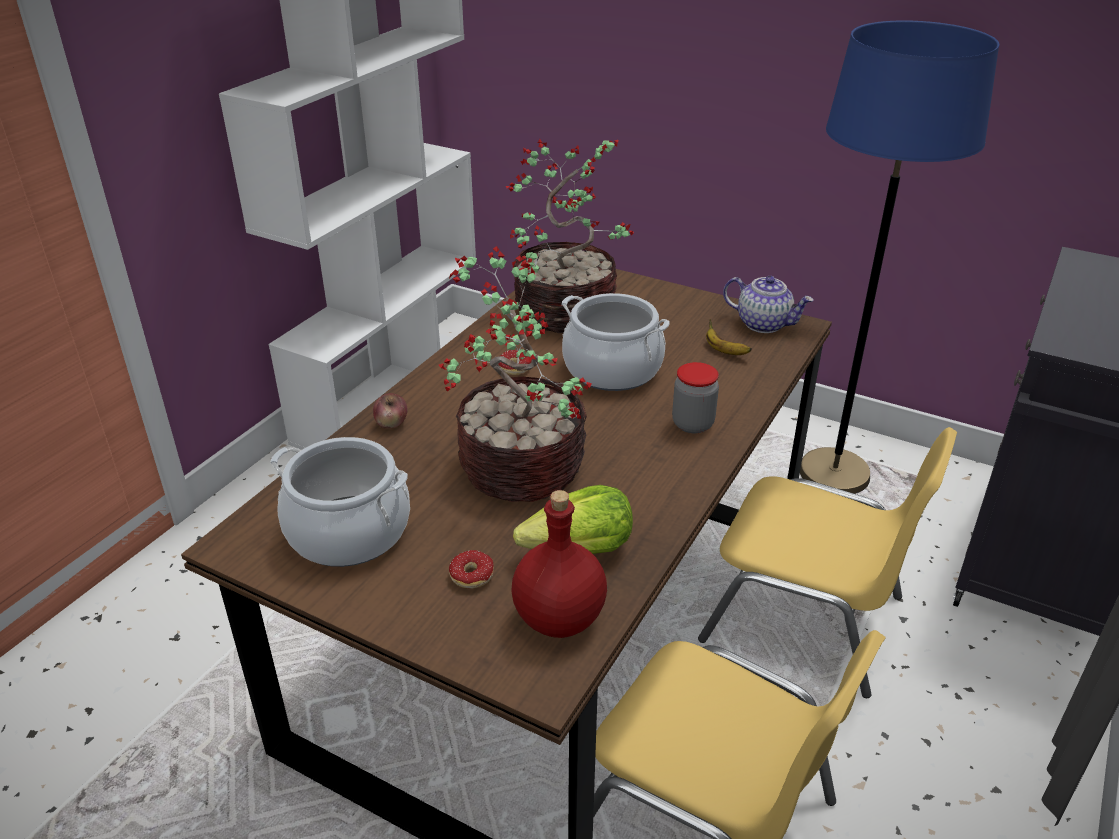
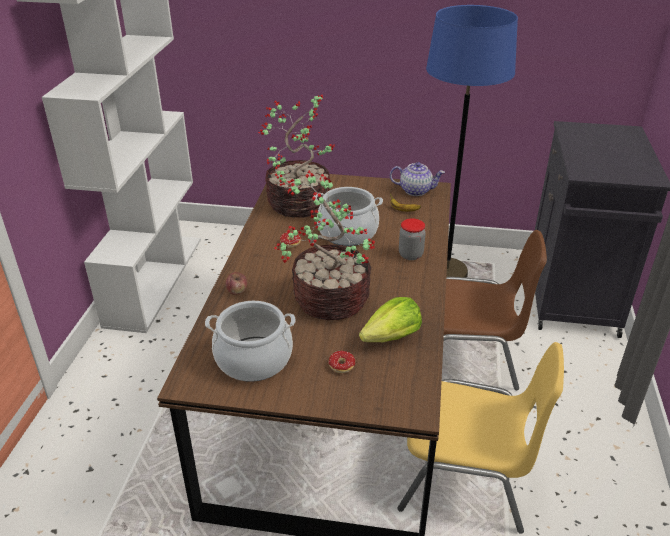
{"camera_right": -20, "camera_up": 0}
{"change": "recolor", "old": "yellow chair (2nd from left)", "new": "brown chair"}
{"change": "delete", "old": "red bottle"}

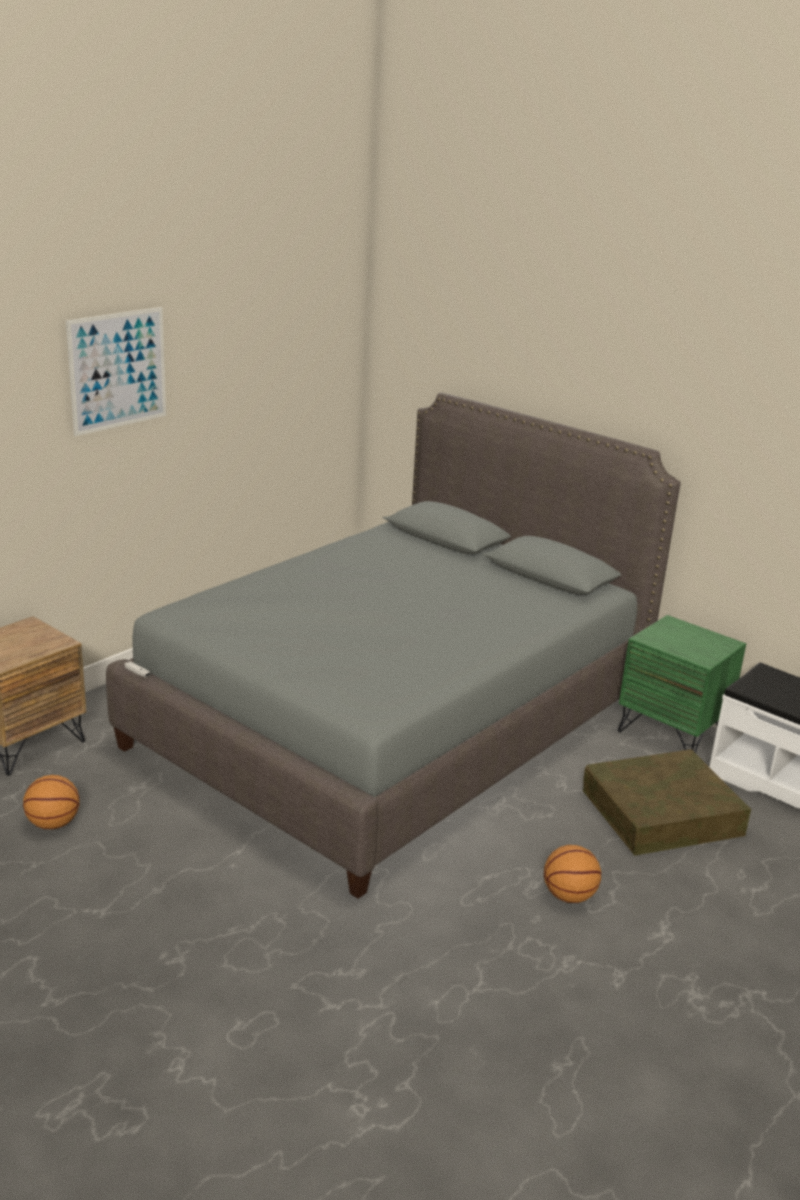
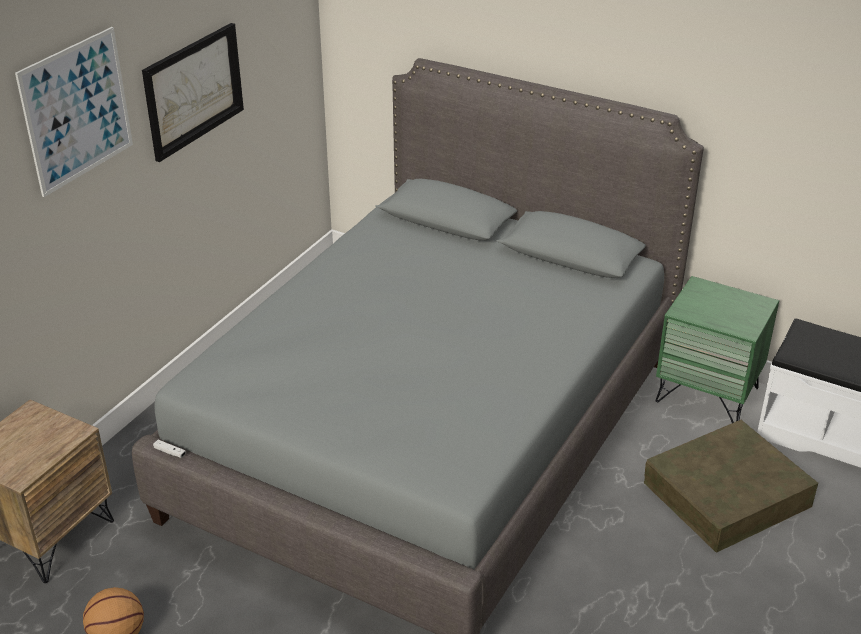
{"camera_right": -10, "camera_up": 10}
{"change": "insert", "new": "picture (2nd from left)"}
{"change": "delete", "old": "basketball (2nd from left)"}

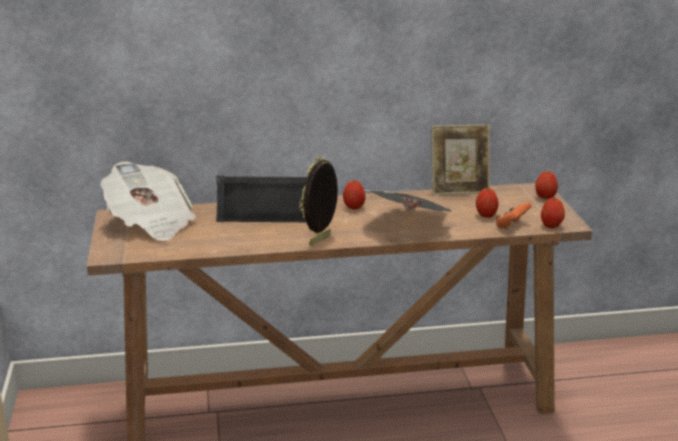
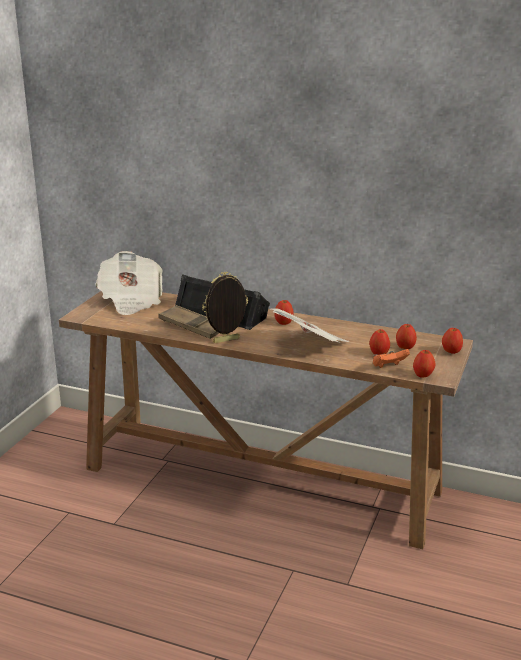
{"camera_right": 30, "camera_up": 0}
{"change": "insert", "new": "brown tray"}
{"change": "insert", "new": "apple (3rd from left)"}
{"change": "delete", "old": "picture frame (2nd from left)"}

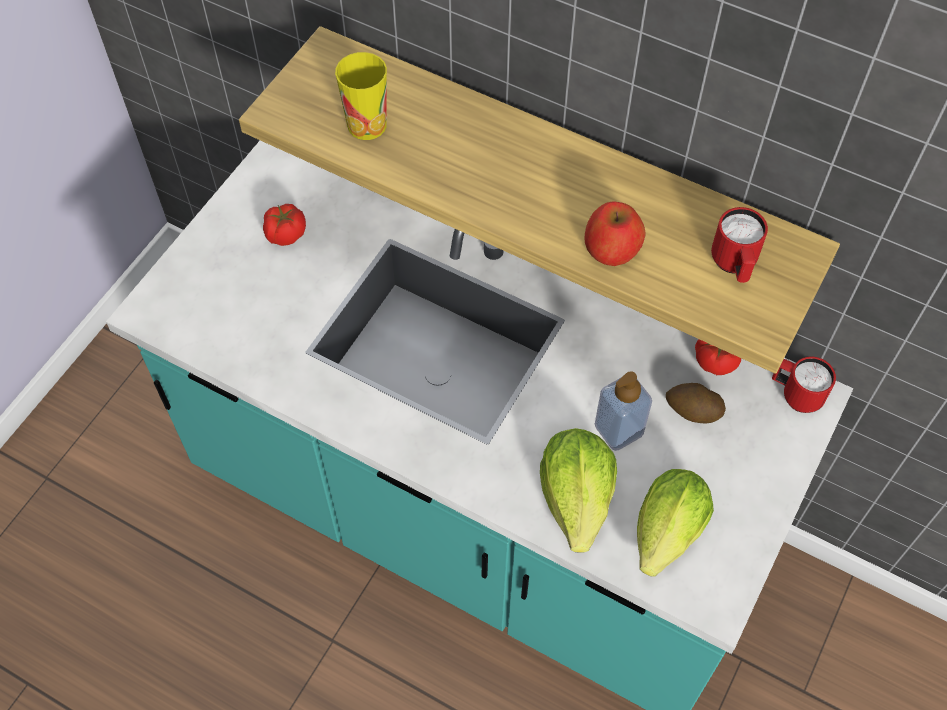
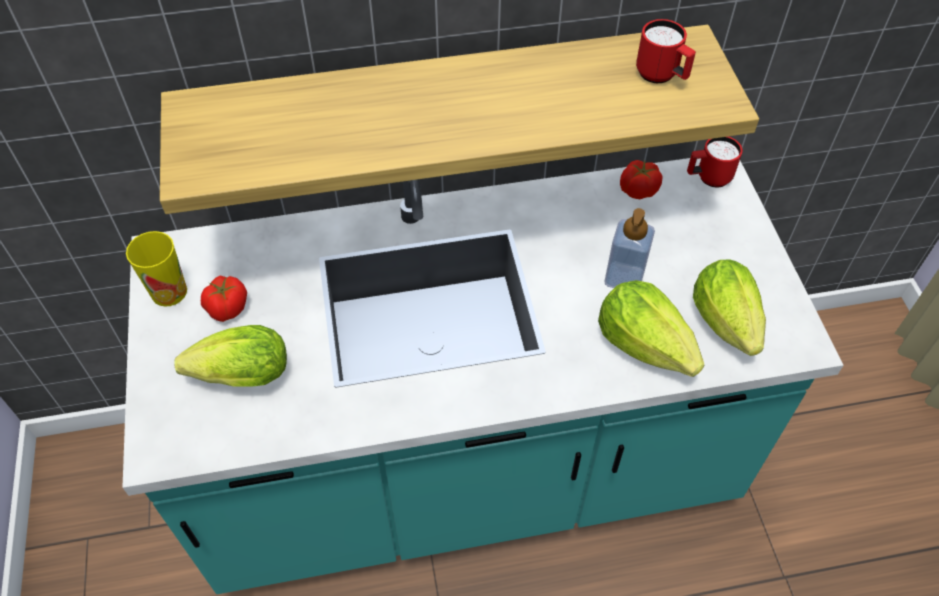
{"camera_right": -40, "camera_up": -5}
{"change": "move", "old": "cup"}
{"change": "insert", "new": "lettuce (1st from left)"}
{"change": "delete", "old": "apple"}
{"change": "delete", "old": "potato"}

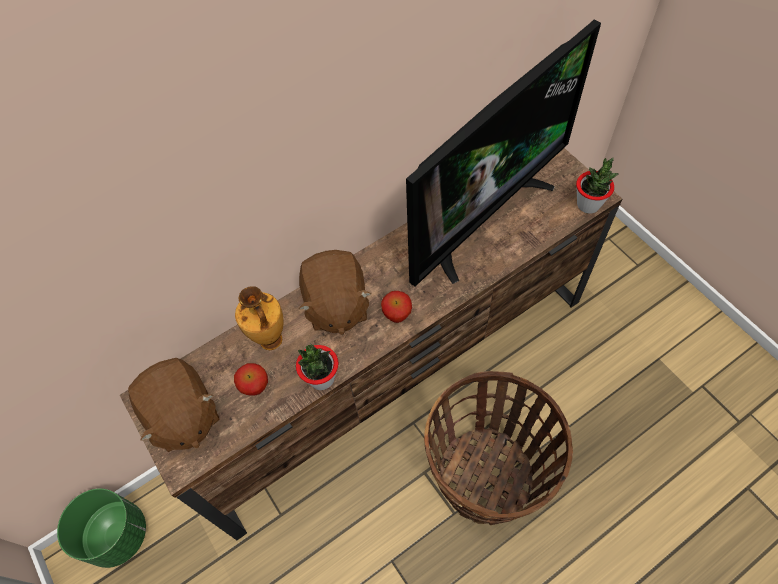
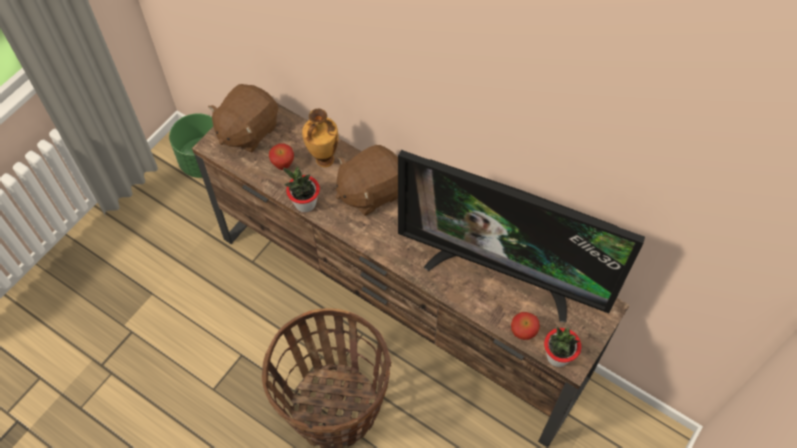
{"camera_right": 65, "camera_up": 0}
{"change": "move", "old": "apple (2nd from left)"}

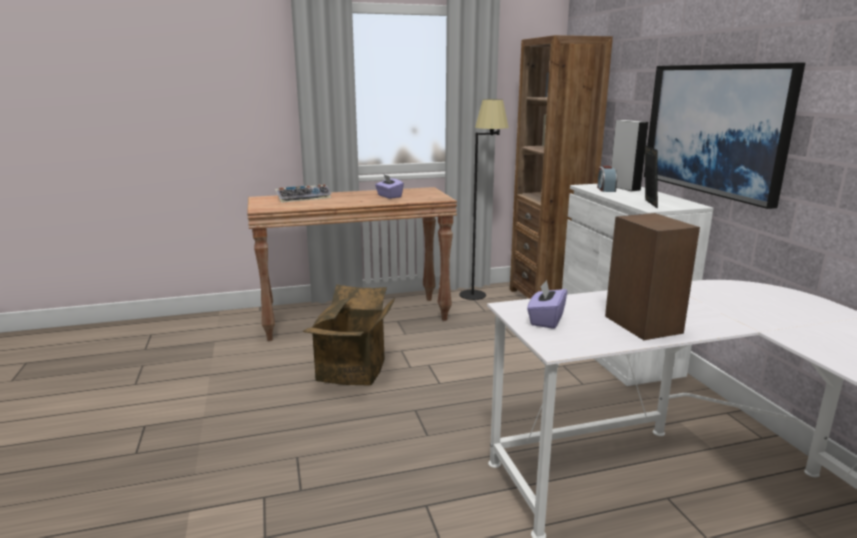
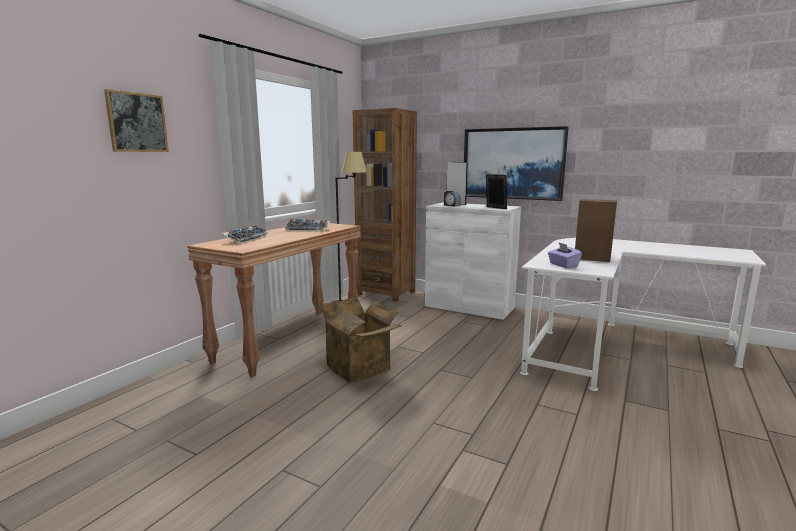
{"camera_right": -45, "camera_up": -5}
{"change": "insert", "new": "picture (1st from left)"}
{"change": "replace", "old": "purple tissue box (1st from left)", "new": "keyboard (2nd from left)"}

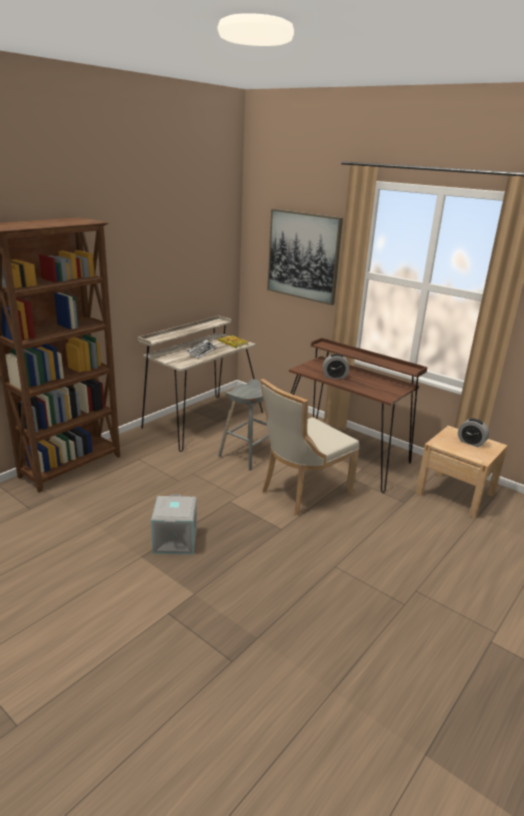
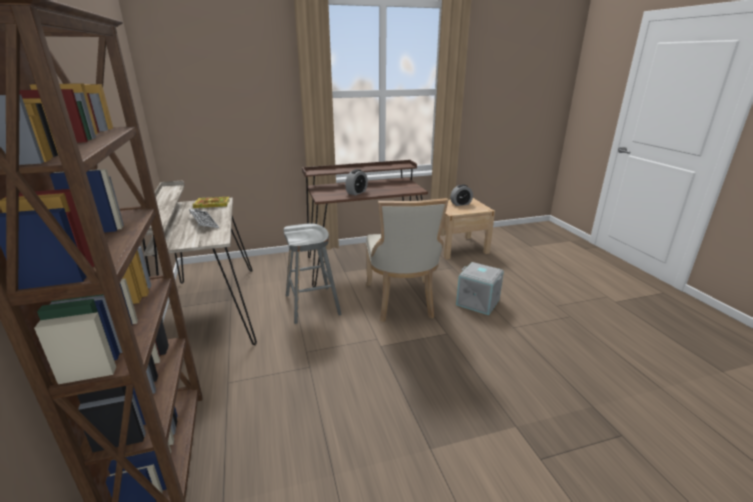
{"camera_right": -55, "camera_up": 0}
{"change": "move", "old": "grey storage box"}
{"change": "delete", "old": "picture"}

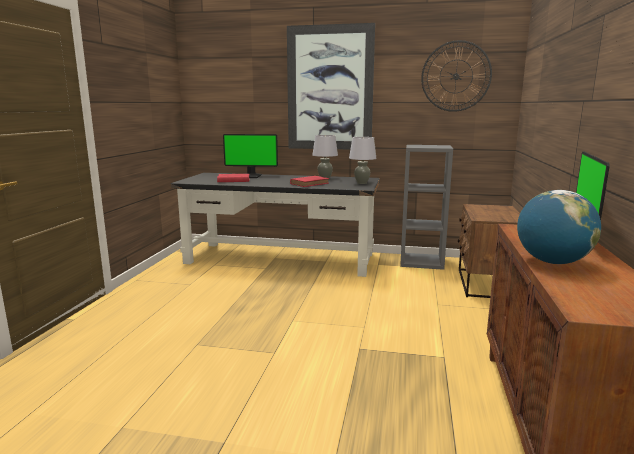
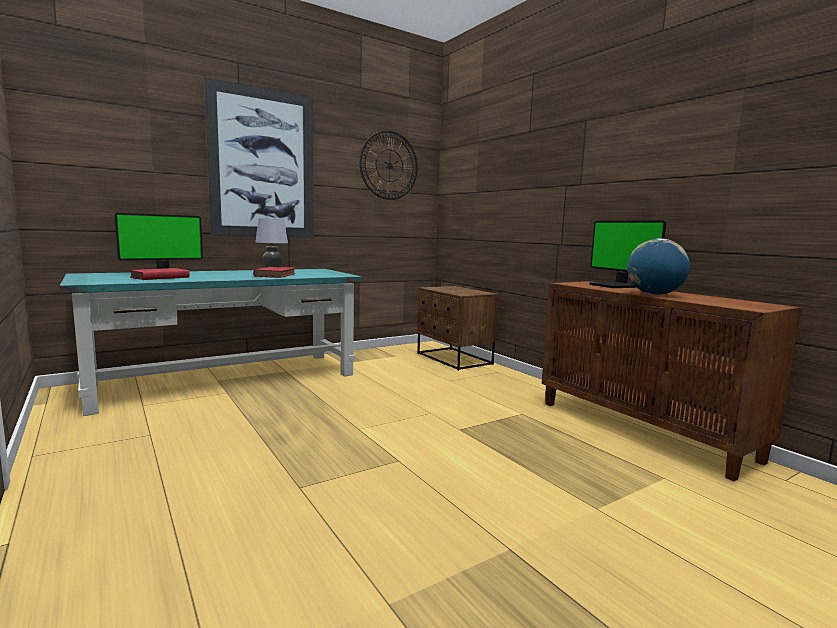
{"camera_right": -45, "camera_up": -5}
{"change": "recolor", "old": "black desk", "new": "turquoise desk"}
{"change": "delete", "old": "grey table lamp (2nd from left)"}
{"change": "delete", "old": "grey bookcase"}

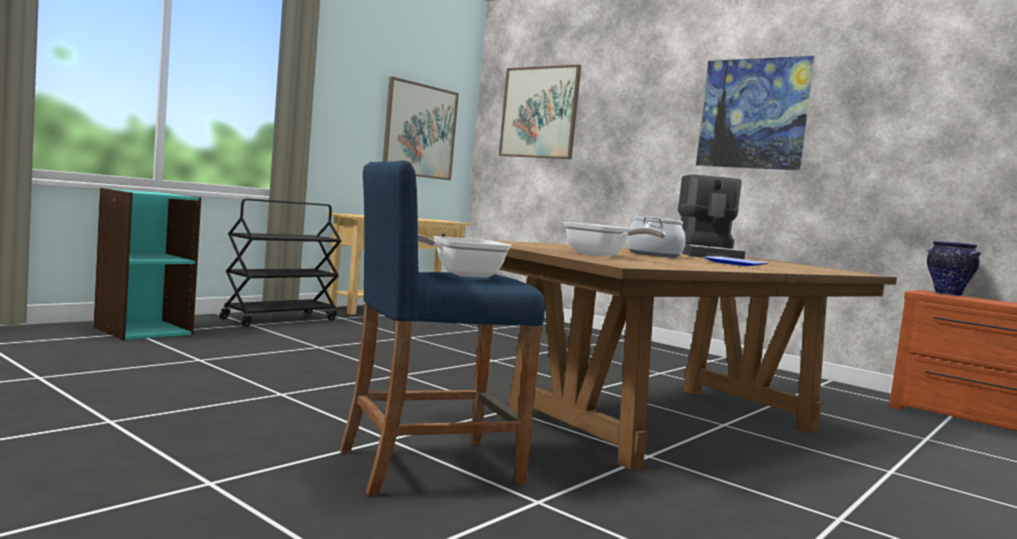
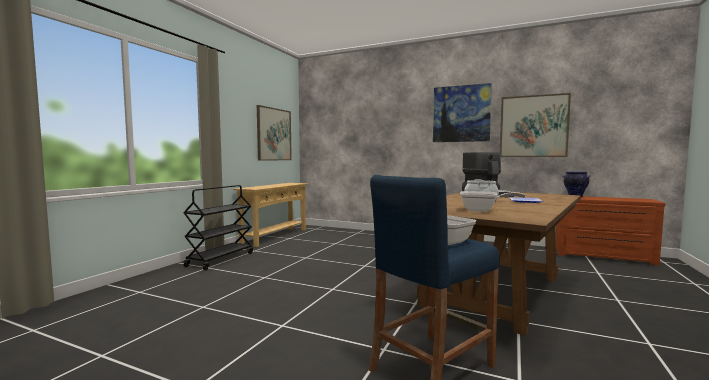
{"camera_right": -15, "camera_up": 0}
{"change": "move", "old": "picture (2nd from left in the first image)", "new": "picture (3rd from left)"}
{"change": "delete", "old": "turquoise bookcase"}

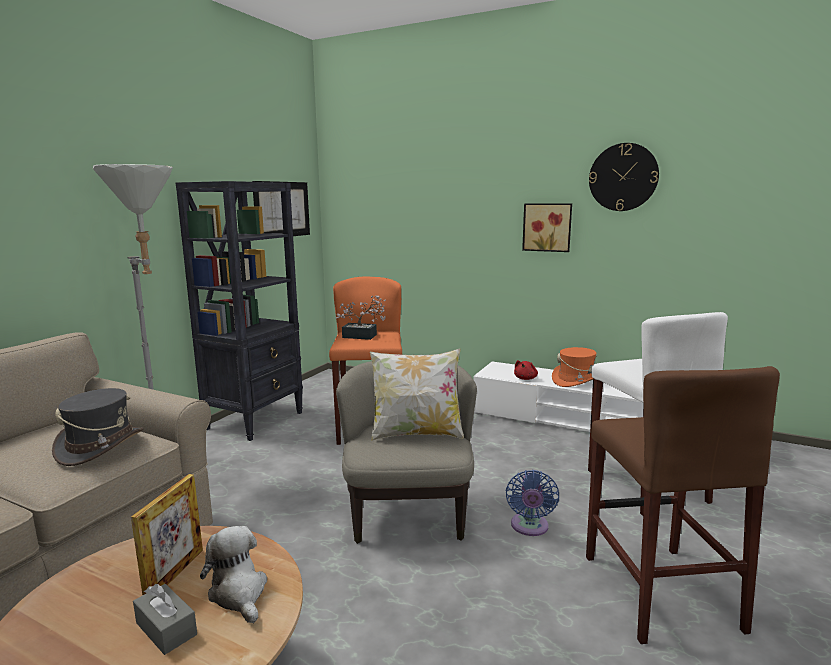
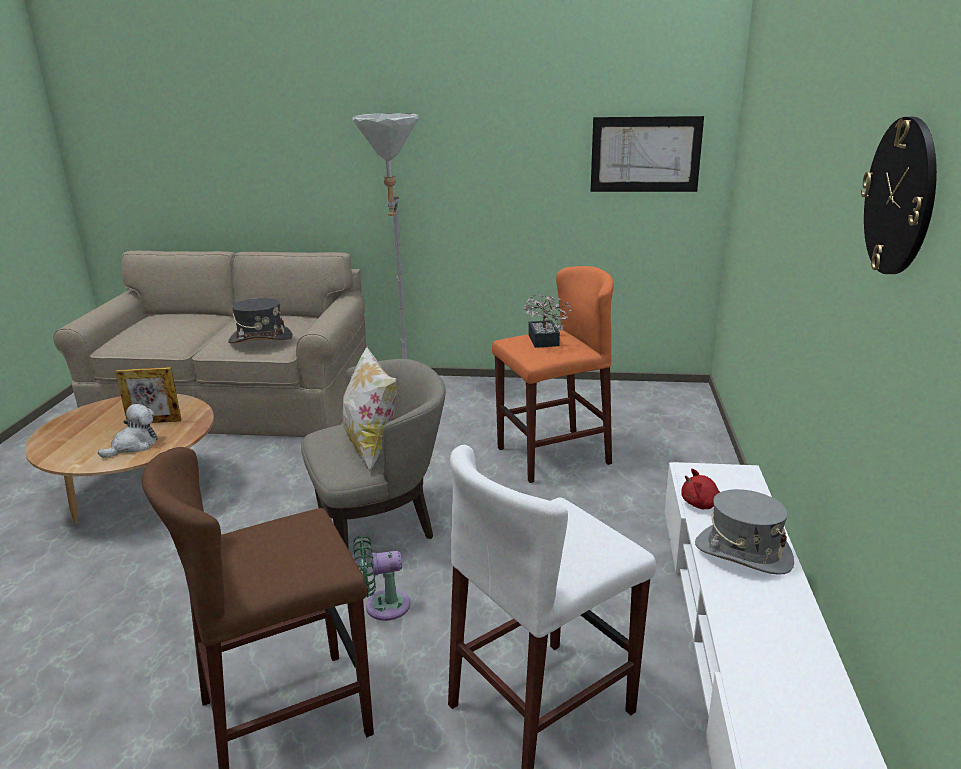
{"camera_right": 70, "camera_up": 10}
{"change": "recolor", "old": "blue fan", "new": "green fan"}
{"change": "recolor", "old": "orange hat", "new": "grey hat (2nd from left)"}
{"change": "delete", "old": "grey tissue box"}
{"change": "delete", "old": "black bookcase"}
{"change": "delete", "old": "picture (2nd from left)"}

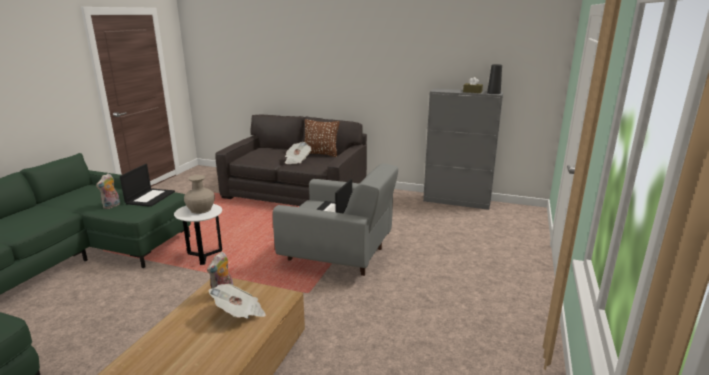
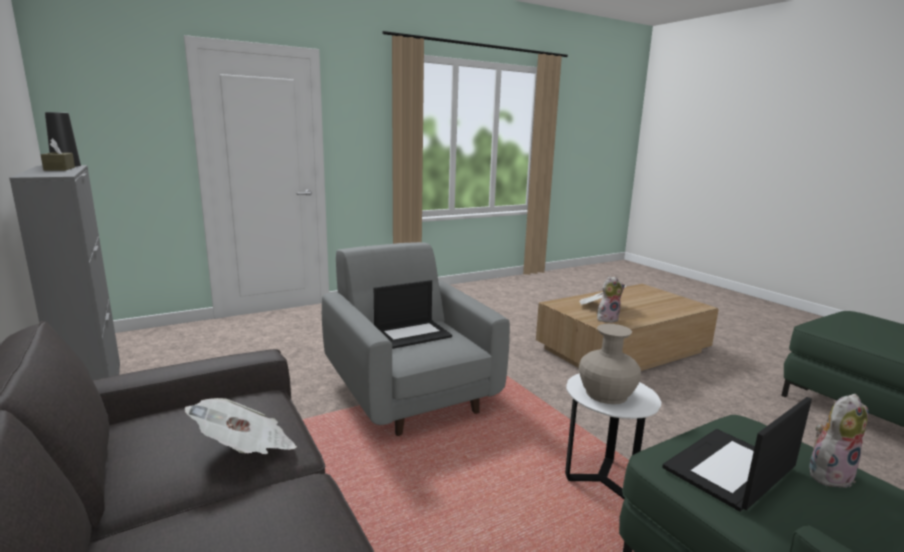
{"camera_right": -140, "camera_up": -5}
{"change": "delete", "old": "brown pillow"}

